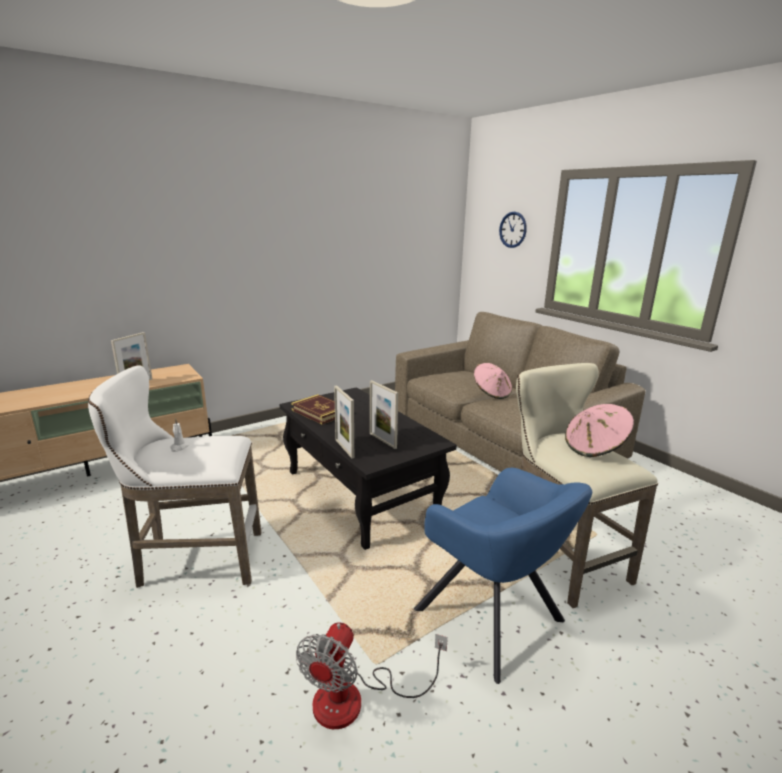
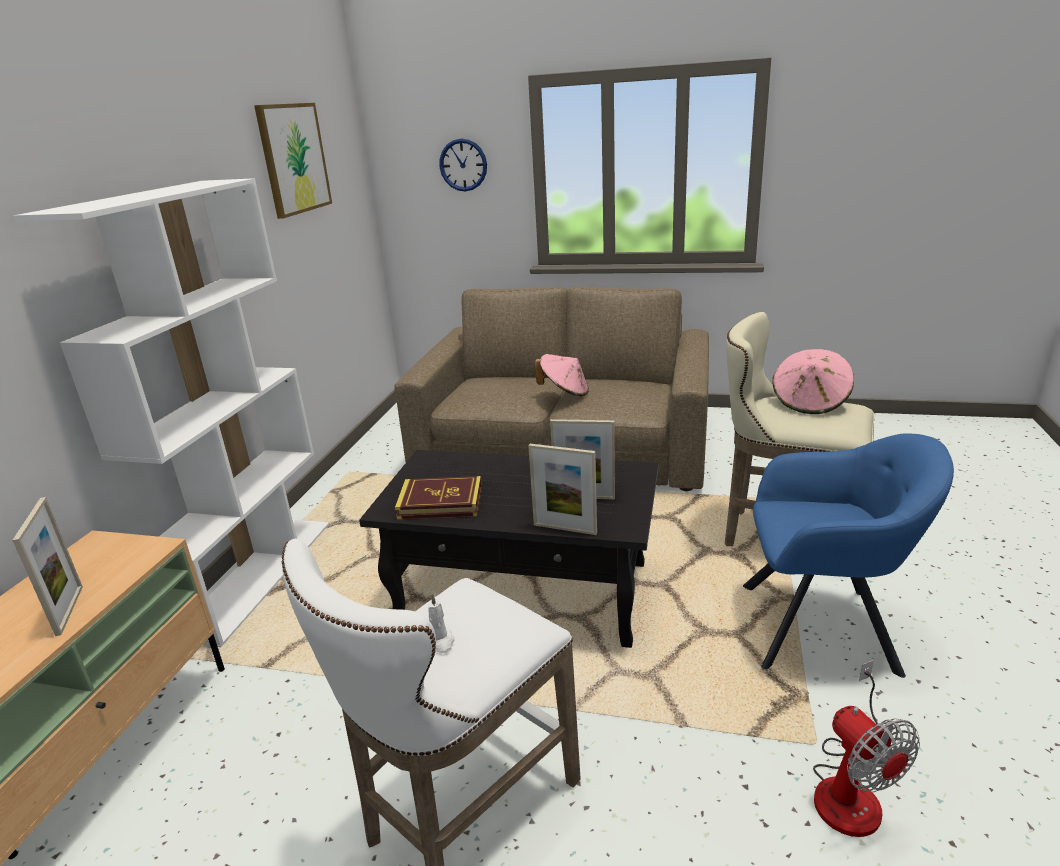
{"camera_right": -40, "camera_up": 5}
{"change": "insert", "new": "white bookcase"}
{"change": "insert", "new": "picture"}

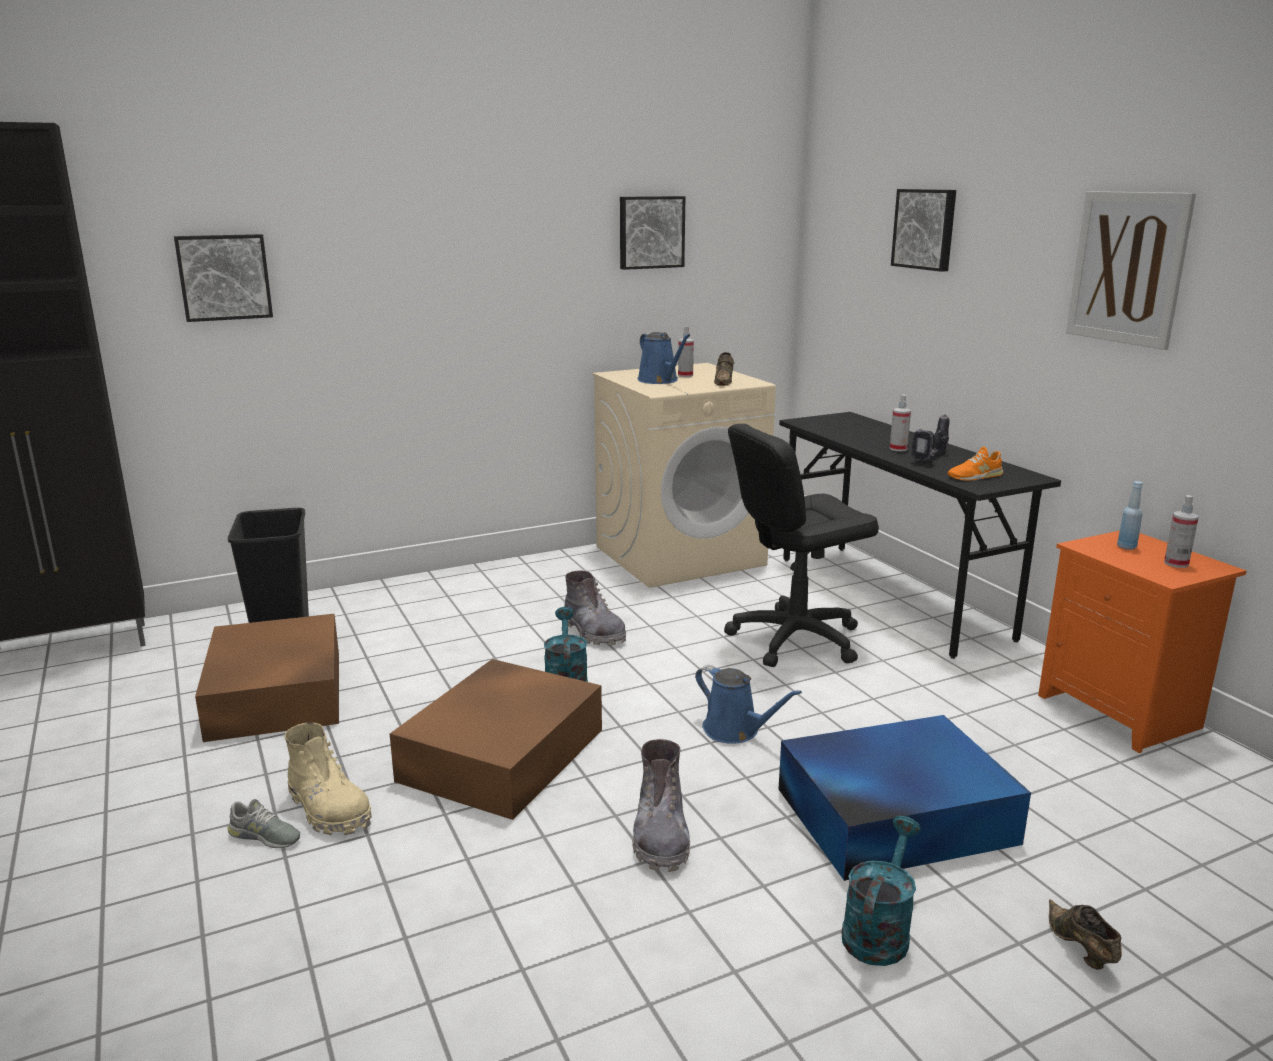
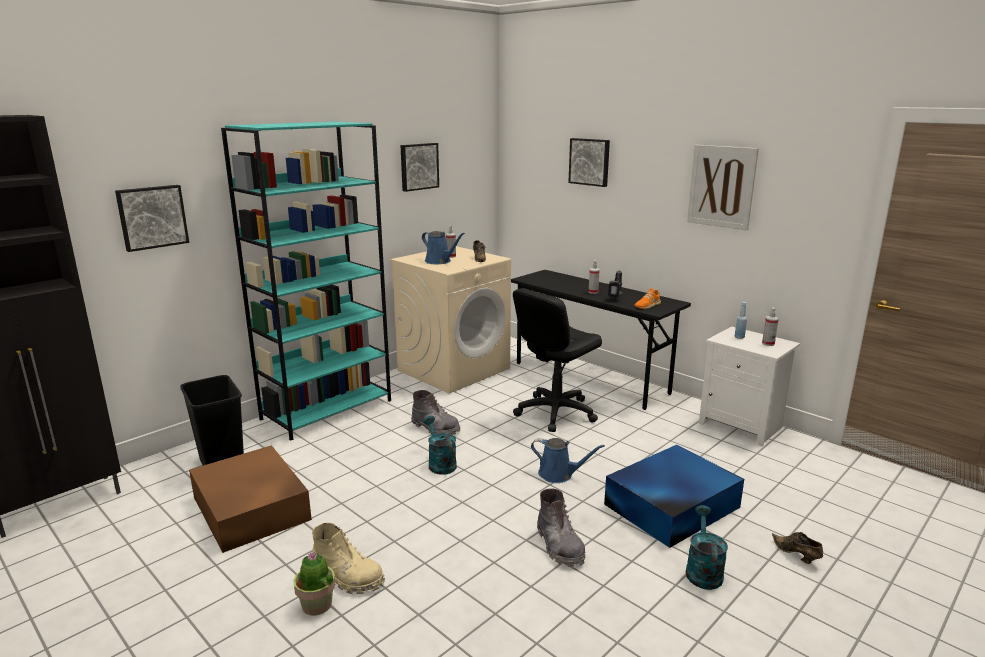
{"camera_right": -20, "camera_up": 0}
{"change": "insert", "new": "turquoise bookcase"}
{"change": "replace", "old": "grey shoe", "new": "potted plant"}
{"change": "recolor", "old": "orange nightstand", "new": "white nightstand"}
{"change": "delete", "old": "brown storage box (2nd from left)"}

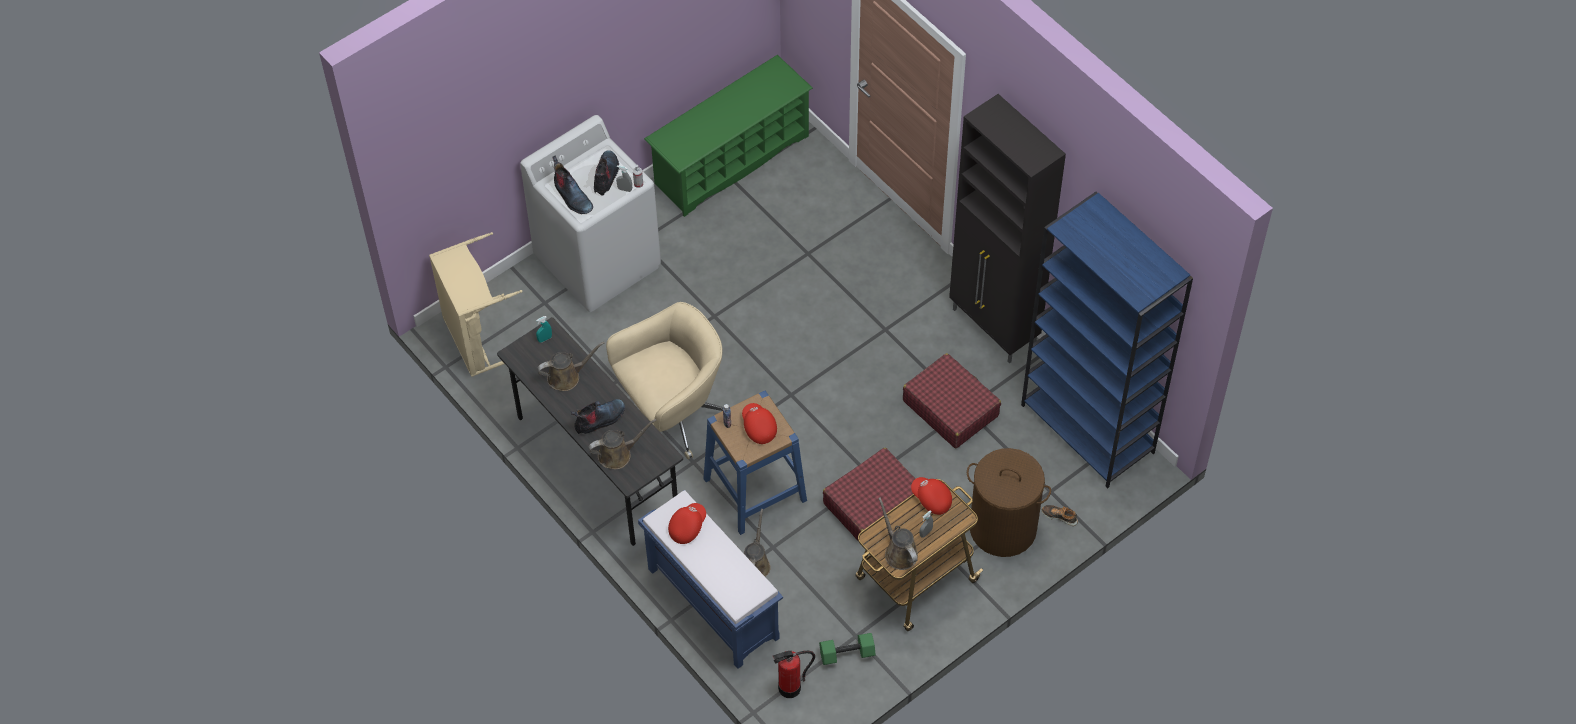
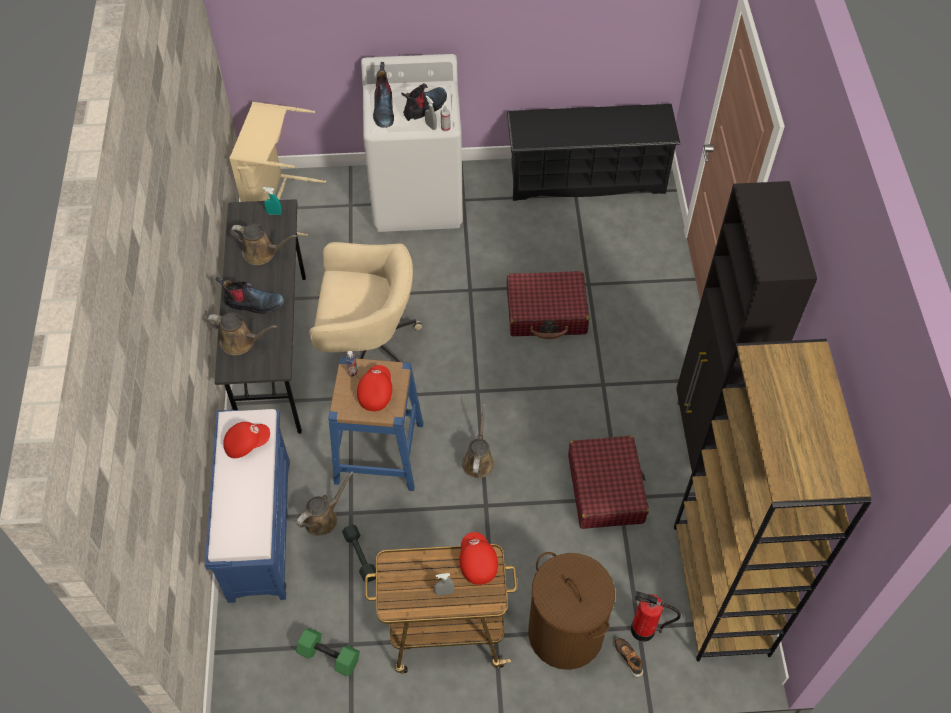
{"camera_right": 35, "camera_up": 0}
{"change": "insert", "new": "grey dumbbell"}
{"change": "move", "old": "brown watering can (4th from left)"}
{"change": "recolor", "old": "green shoe rack", "new": "black shoe rack"}
{"change": "move", "old": "red suitcase (1st from left)"}
{"change": "move", "old": "fire extinguisher"}
{"change": "recolor", "old": "blue bookcase", "new": "brown bookcase"}

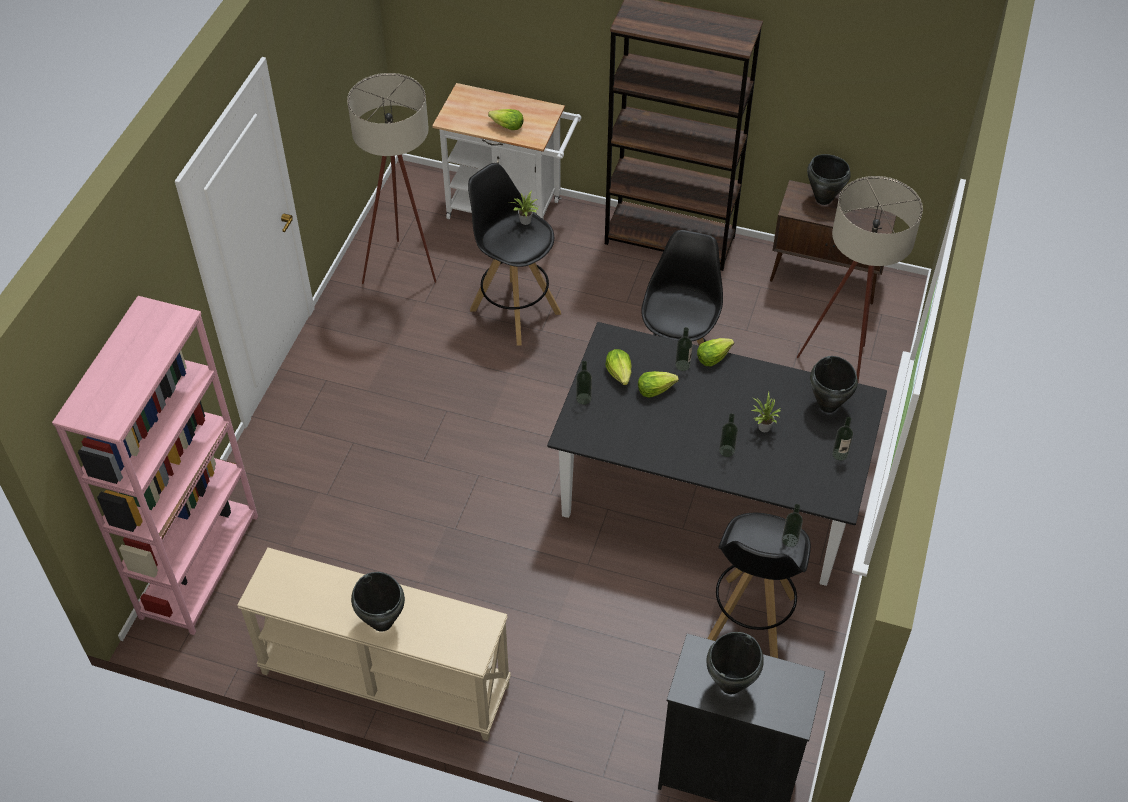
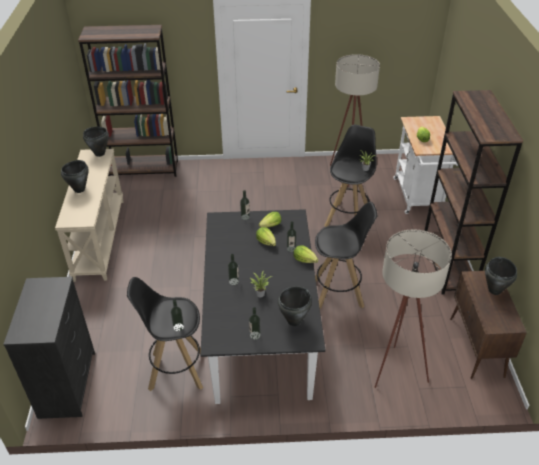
{"camera_right": 70, "camera_up": -10}
{"change": "recolor", "old": "pink bookcase", "new": "brown bookcase (1st from left)"}
{"change": "move", "old": "black cooking pot (2nd from left)"}

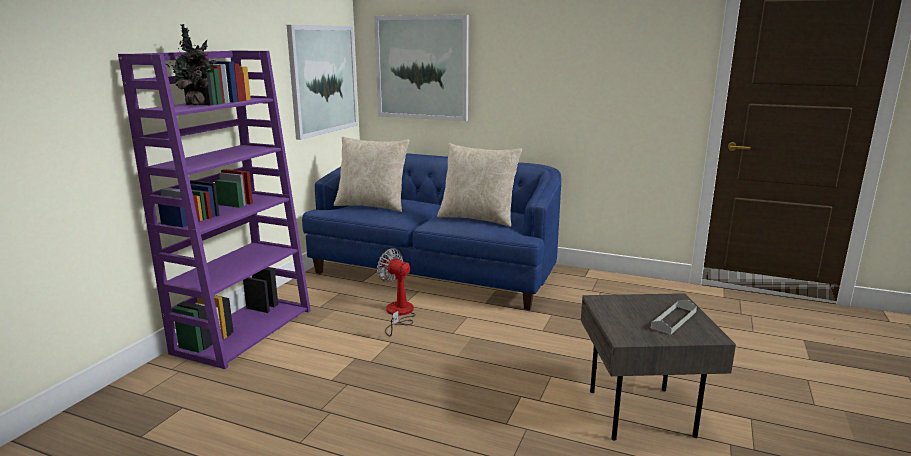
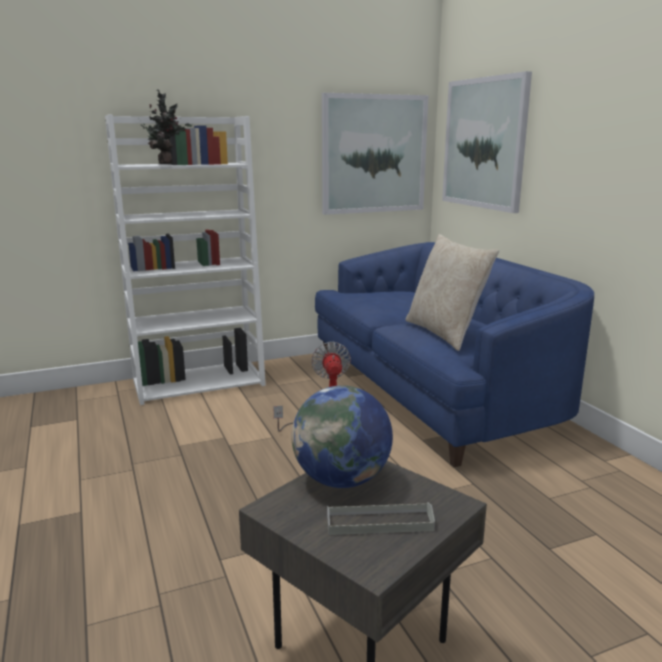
{"camera_right": 45, "camera_up": 0}
{"change": "recolor", "old": "purple bookcase", "new": "white bookcase"}
{"change": "insert", "new": "globe"}
{"change": "delete", "old": "beige pillow (1st from left)"}

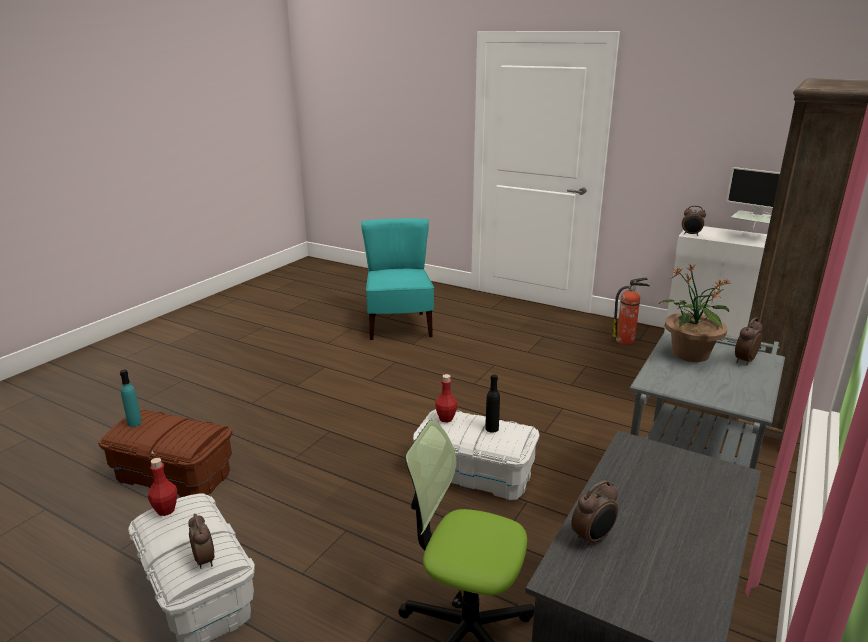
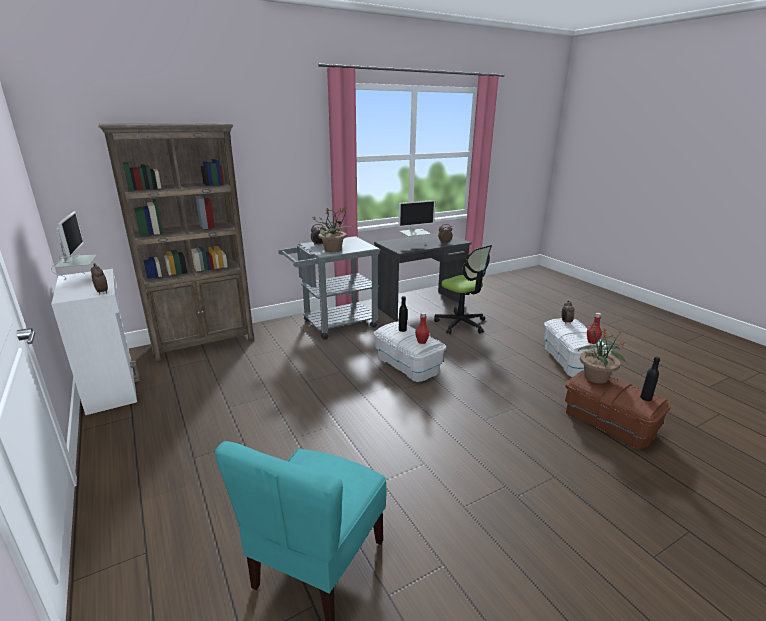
{"camera_right": -150, "camera_up": 0}
{"change": "insert", "new": "monitor (2nd from left)"}
{"change": "insert", "new": "potted plant (2nd from left)"}
{"change": "recolor", "old": "turquoise bottle", "new": "black bottle (2nd from left)"}
{"change": "delete", "old": "fire extinguisher"}

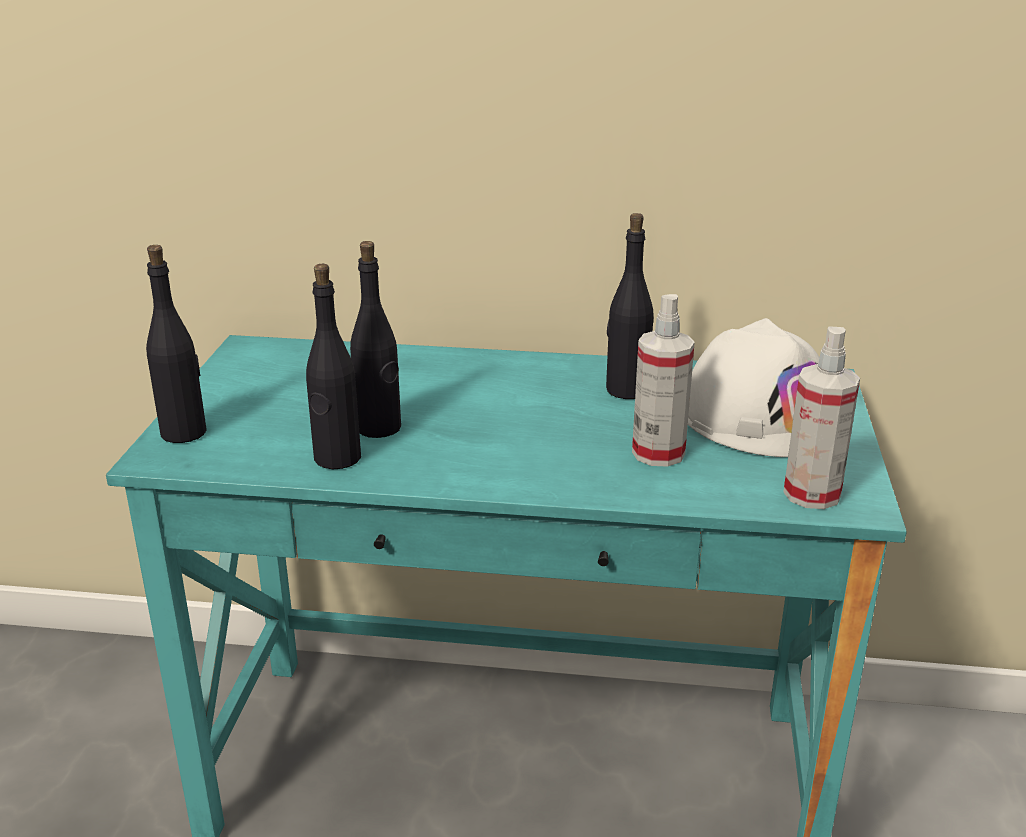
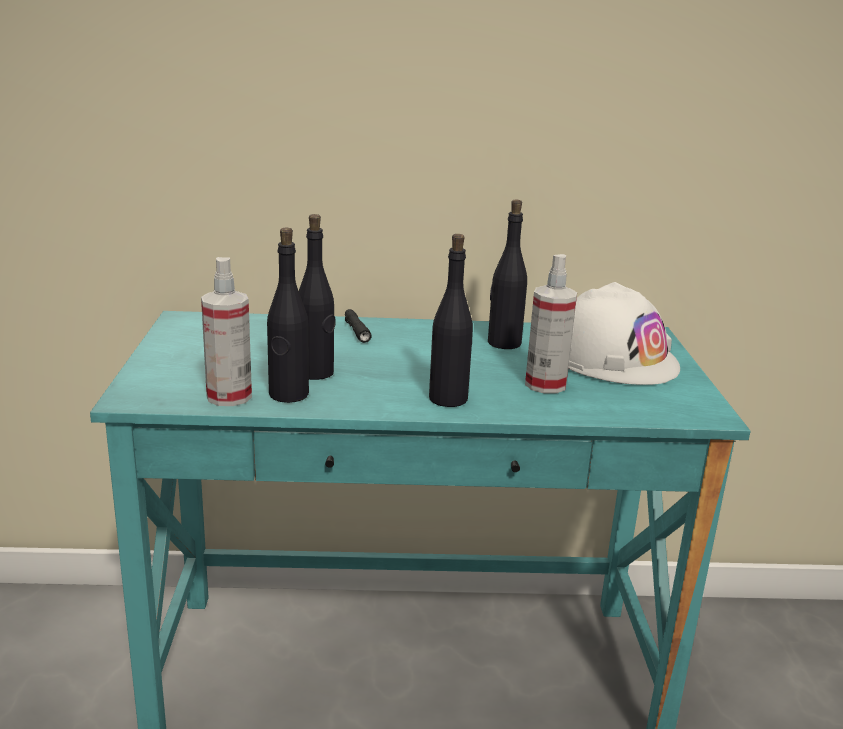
{"camera_right": -10, "camera_up": -5}
{"change": "move", "old": "spray bottle (2nd from left in the first image)", "new": "spray bottle (1st from left)"}
{"change": "insert", "new": "black flashlight"}
{"change": "move", "old": "black bottle (1st from left in the first image)", "new": "black bottle (3rd from left)"}

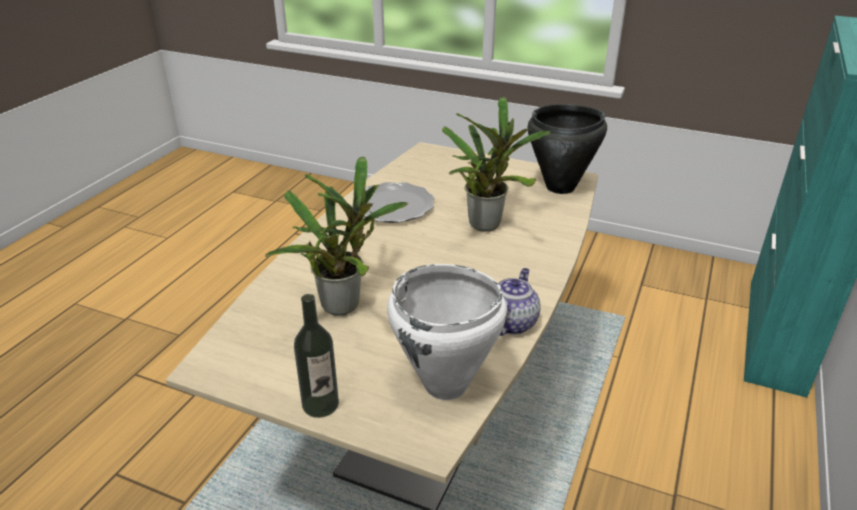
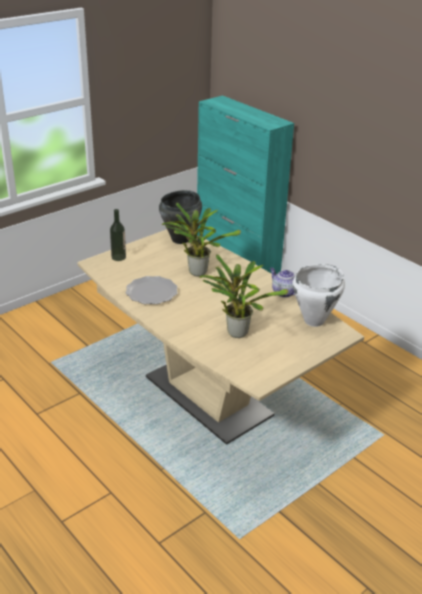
{"camera_right": -65, "camera_up": 0}
{"change": "move", "old": "bottle"}

